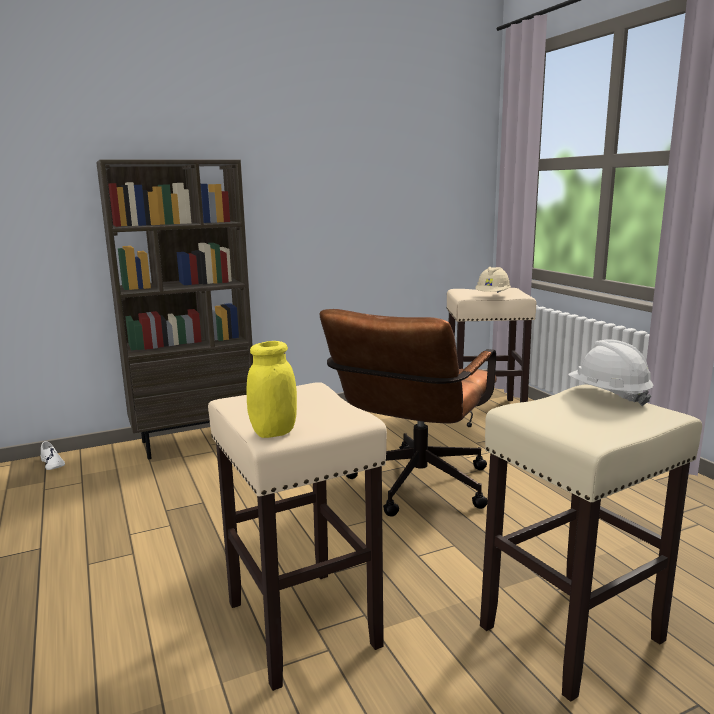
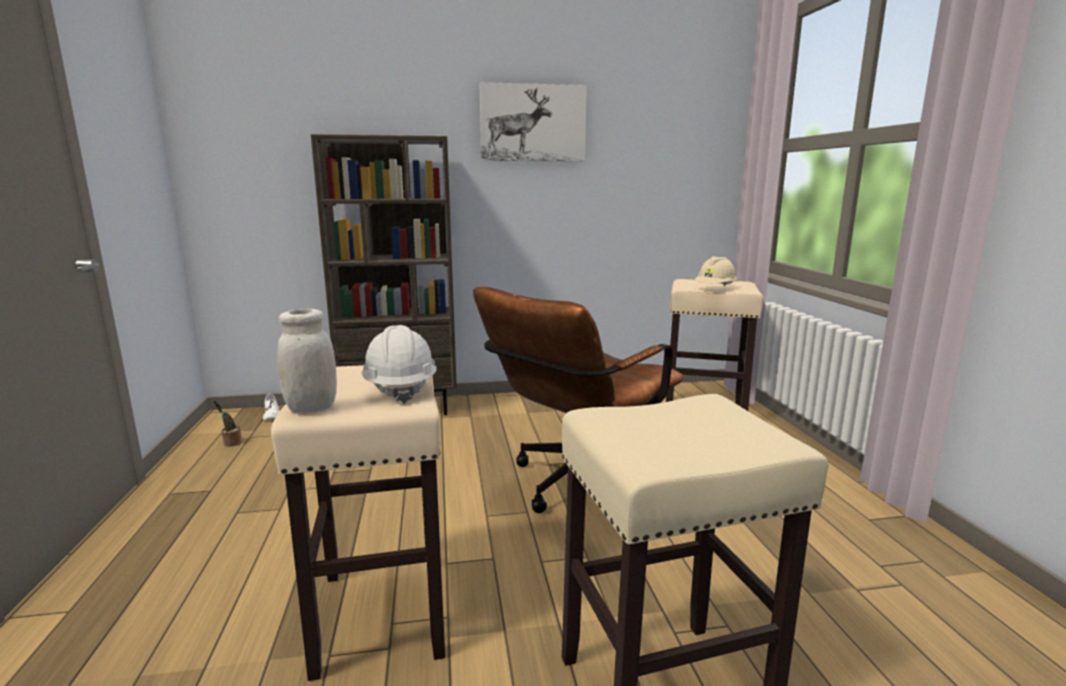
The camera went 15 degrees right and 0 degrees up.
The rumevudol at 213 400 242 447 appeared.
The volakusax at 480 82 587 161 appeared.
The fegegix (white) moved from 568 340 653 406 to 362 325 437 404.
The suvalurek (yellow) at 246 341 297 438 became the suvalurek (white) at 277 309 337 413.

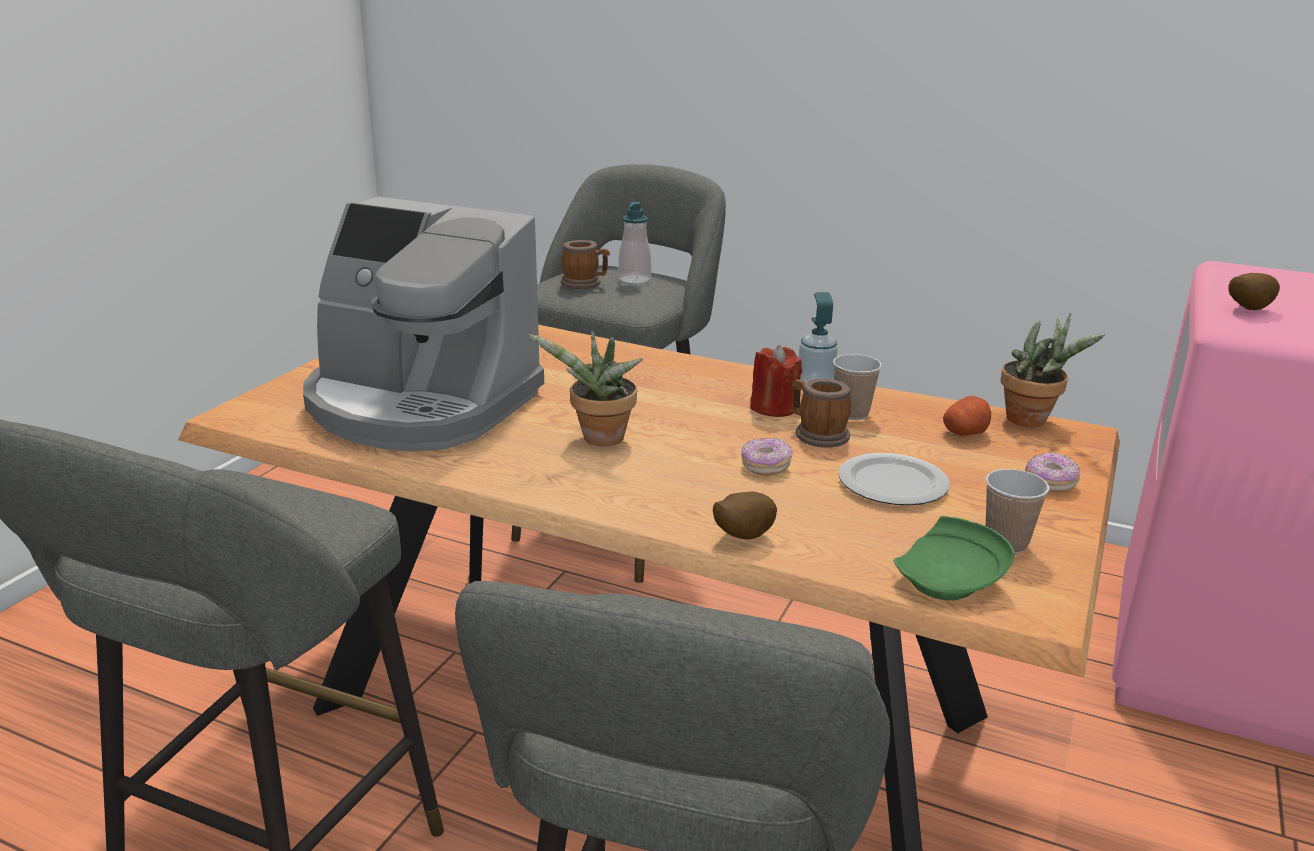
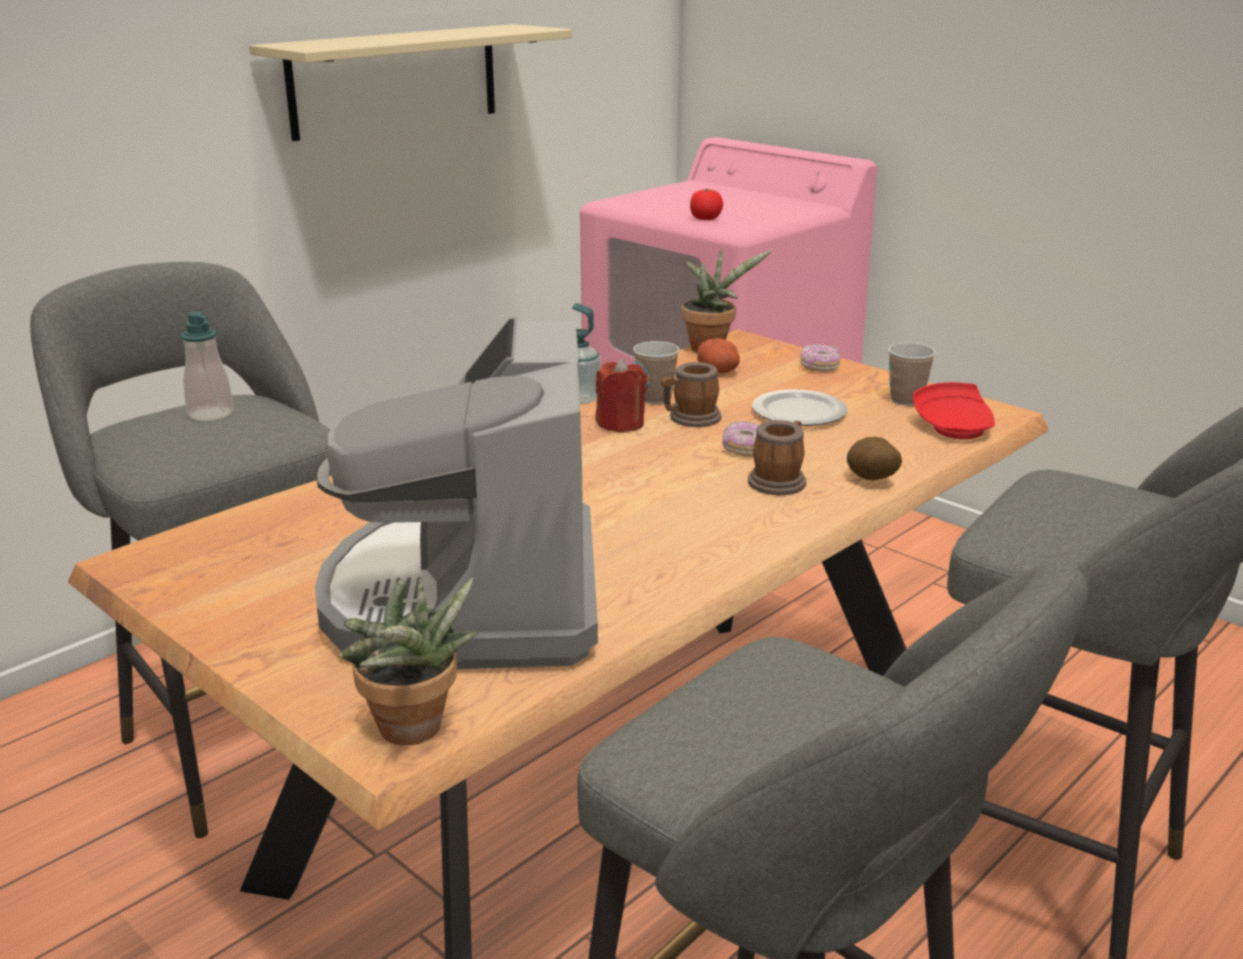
The camera went 70 degrees left and 0 degrees up.
The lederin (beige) at 249 24 572 141 appeared.
The rumevudol moved from 527 331 643 446 to 340 577 478 745.
The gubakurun moved from 561 240 610 289 to 748 420 806 495.
The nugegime at 1228 273 1280 310 was replaced by the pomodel at 690 189 723 220.
The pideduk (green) at 893 516 1015 600 became the pideduk (red) at 913 382 995 439.
The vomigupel at 303 197 544 452 turned 135 degrees clockwise.

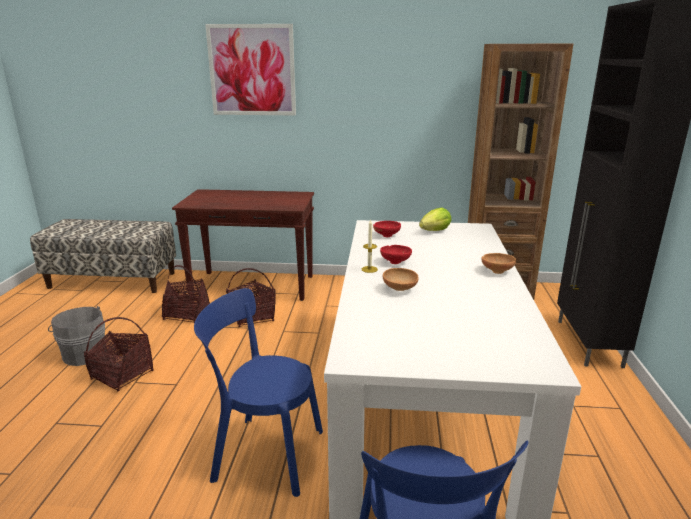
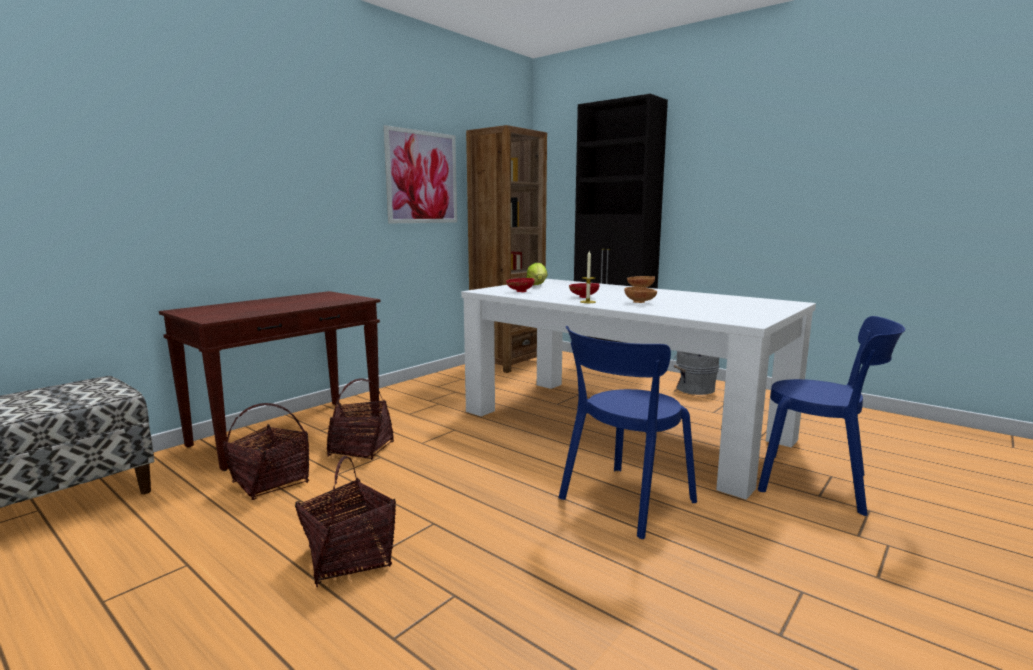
The camera went 55 degrees left and 10 degrees down.
The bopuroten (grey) moved from 48 306 106 366 to 672 351 719 395.
The volakusax moved from 205 24 296 116 to 384 125 457 223.

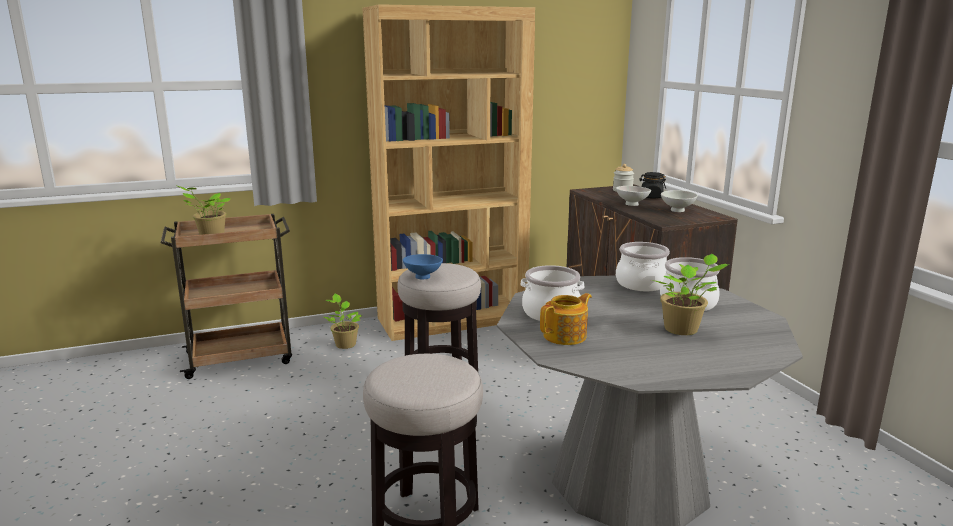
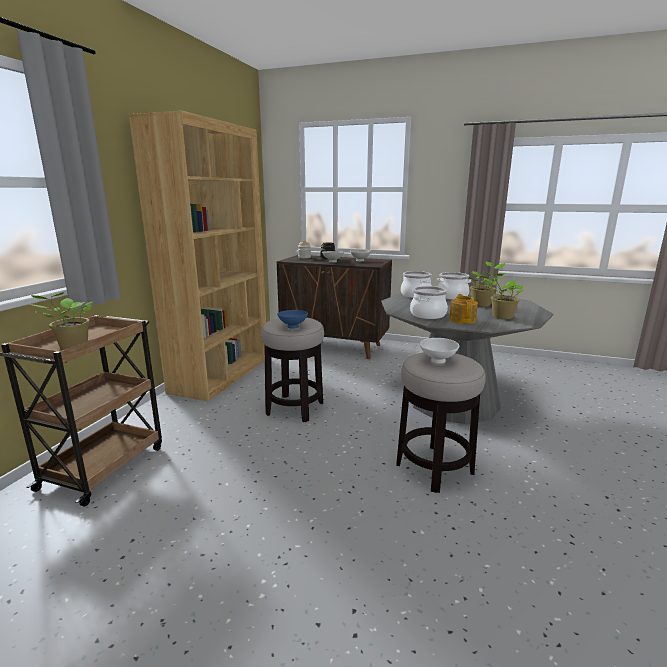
The camera went 50 degrees left and 0 degrees up.
The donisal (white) at 420 338 459 364 appeared.
The rumevudol moved from 324 294 362 349 to 484 271 523 319.

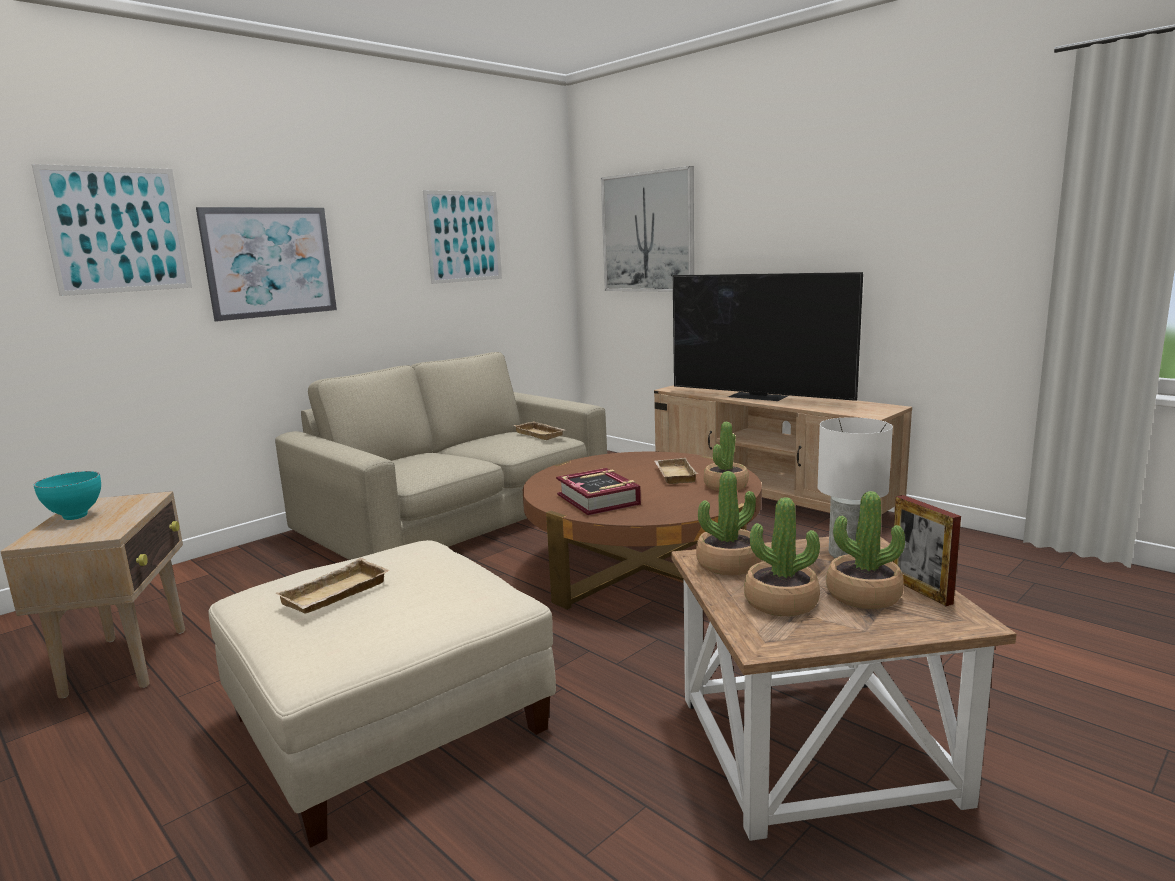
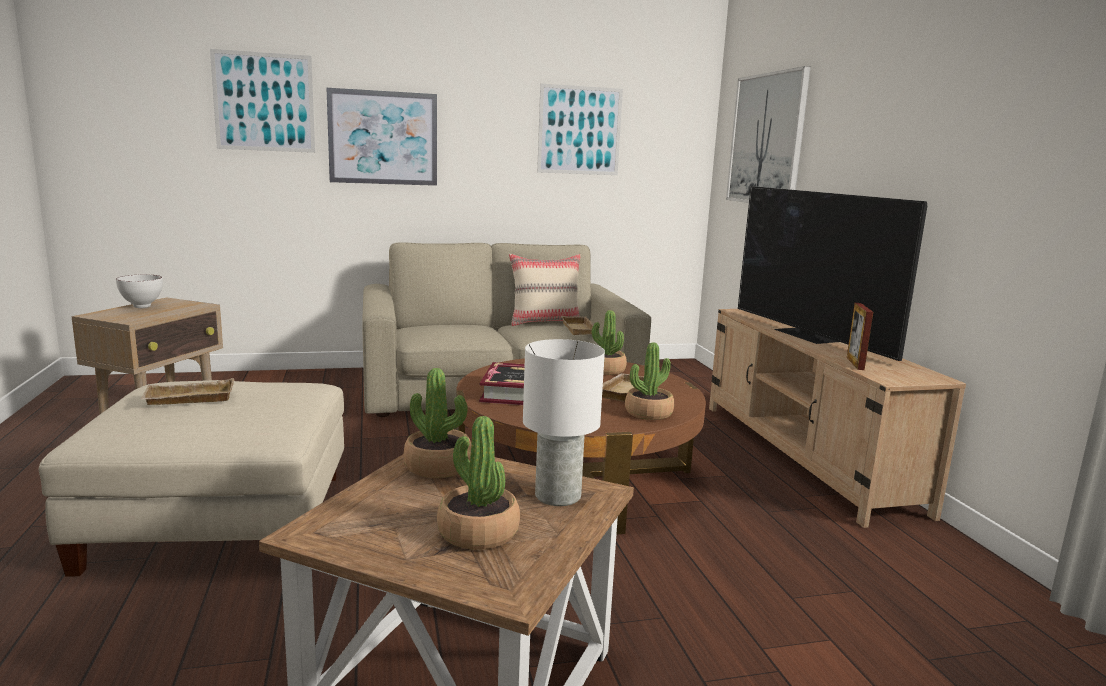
The camera went 30 degrees right and 0 degrees up.
The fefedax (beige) at 509 254 581 326 appeared.
The rumevudol moved from 744 497 820 616 to 592 310 627 375.
The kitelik moved from 892 495 961 606 to 847 303 873 370.
The donisal (turquoise) at 34 471 101 520 became the donisal (white) at 116 275 163 308.

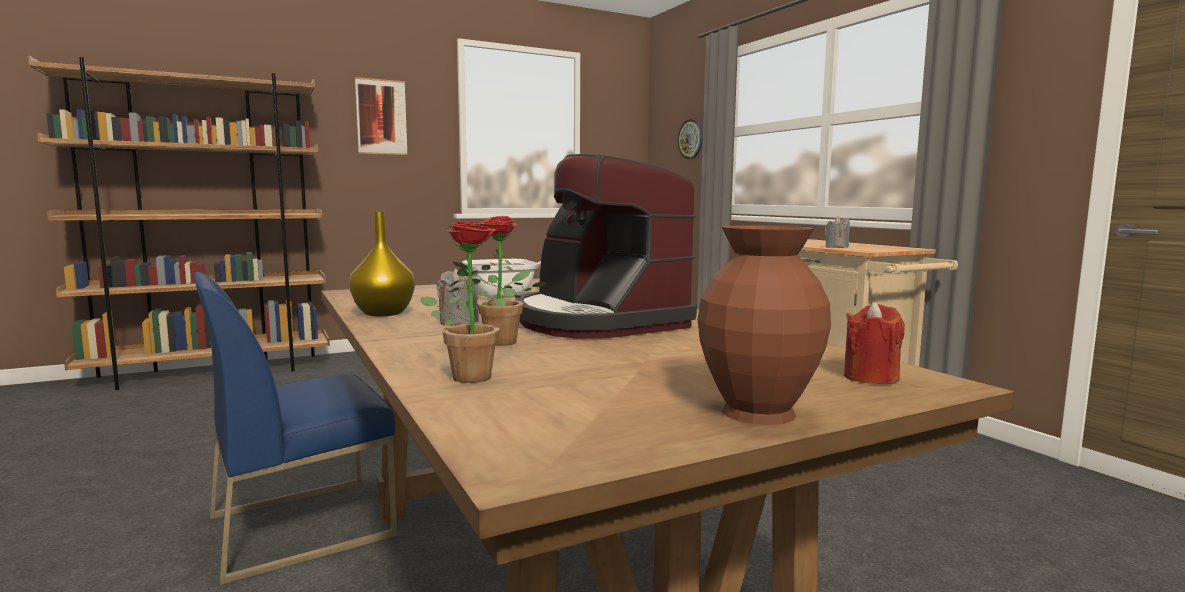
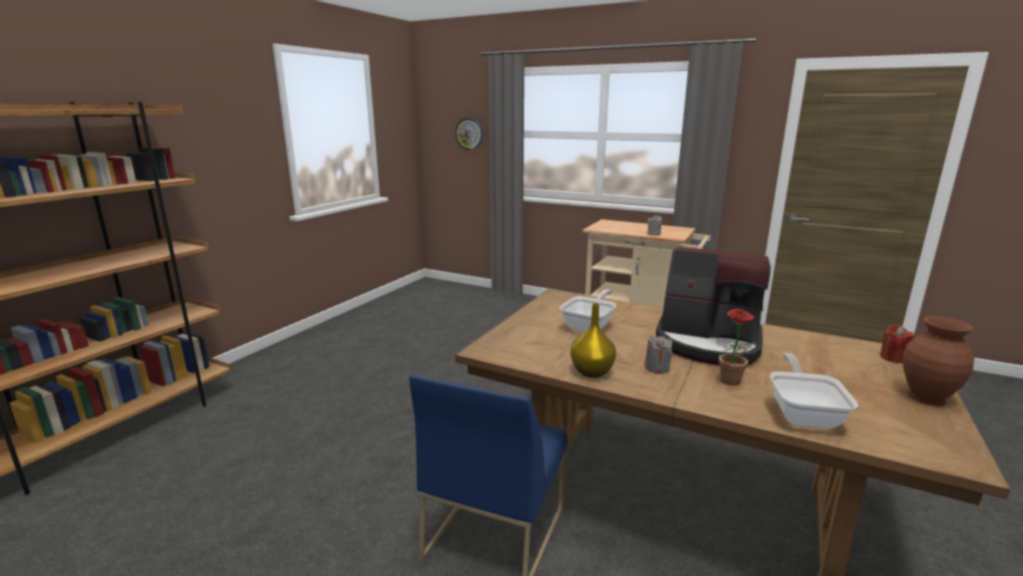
The camera went 35 degrees left and 10 degrees up.
The volakusax at 355 77 408 155 disappeared.
The rumevudol at 421 221 531 383 was replaced by the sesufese at 770 353 858 429.

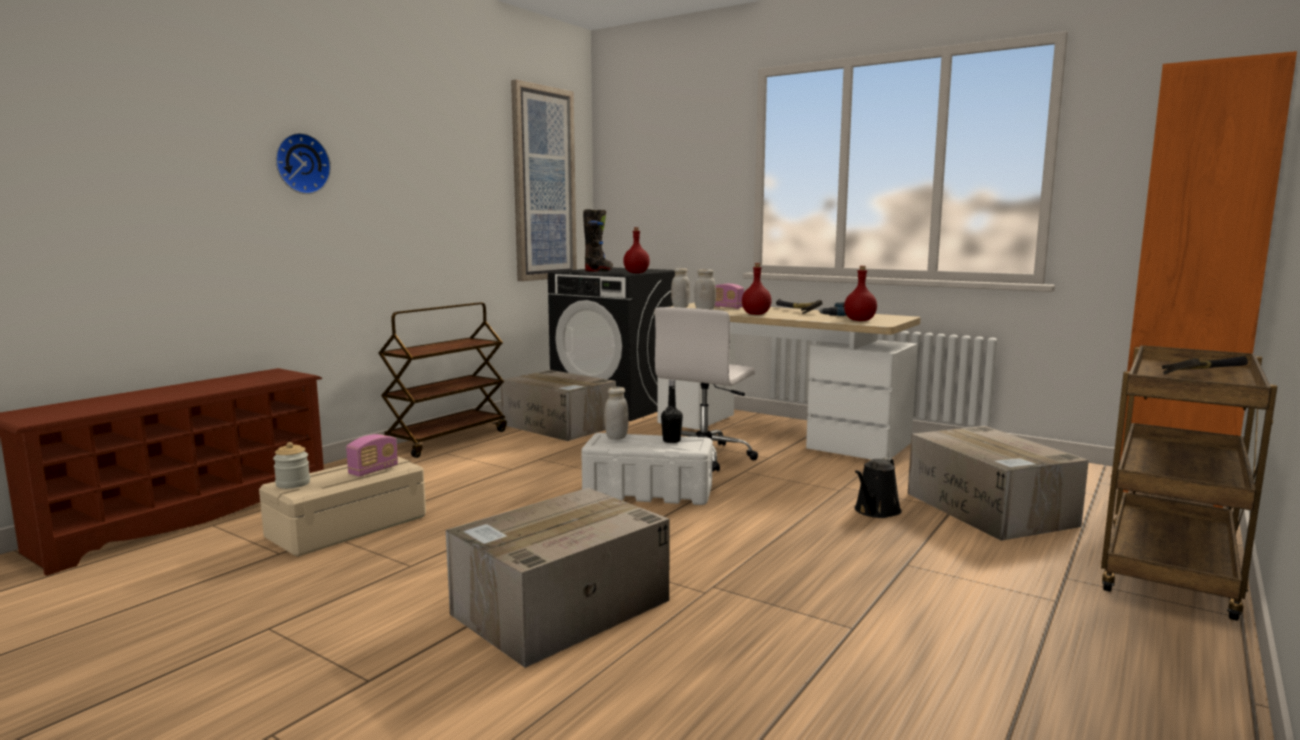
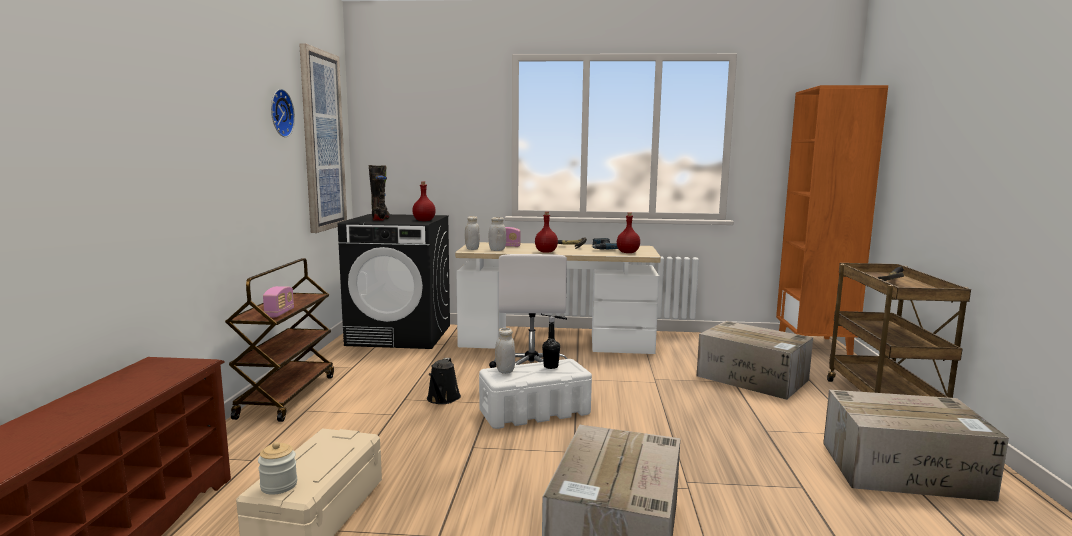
The camera went 30 degrees left and 0 degrees up.
The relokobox moved from 275 133 331 194 to 271 89 295 137.
The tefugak moved from 346 434 398 477 to 263 286 294 317.
The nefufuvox moved from 501 370 616 441 to 823 390 1009 502.
The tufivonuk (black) moved from 854 458 902 518 to 427 358 461 404.

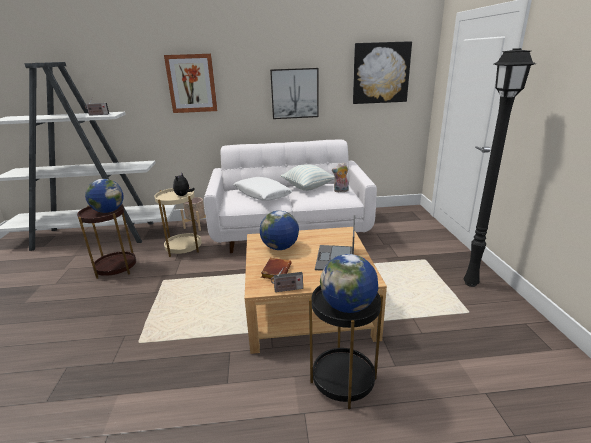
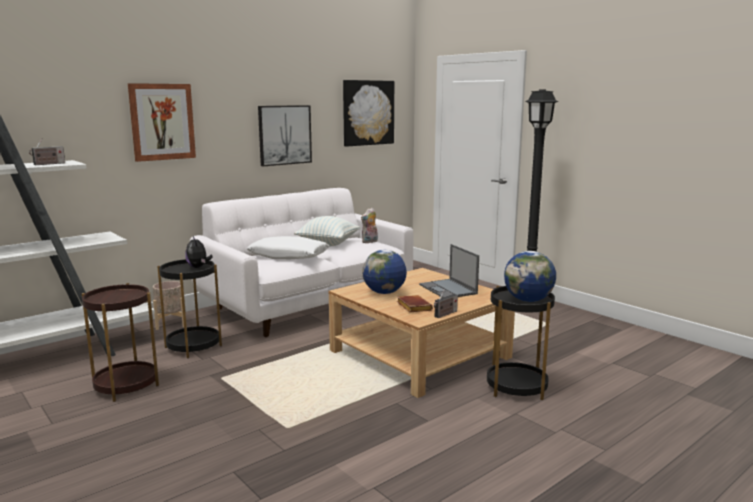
The camera went 35 degrees left and 10 degrees down.
The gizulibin at 85 179 124 213 disappeared.
The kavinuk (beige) at 154 187 202 257 became the kavinuk (black) at 157 259 222 358.

